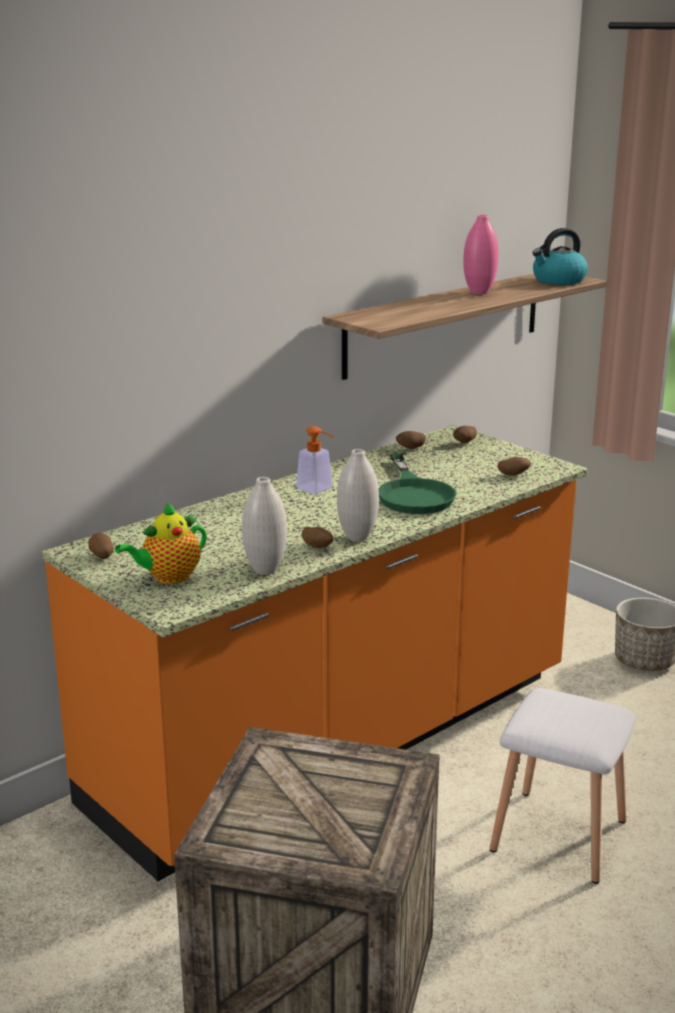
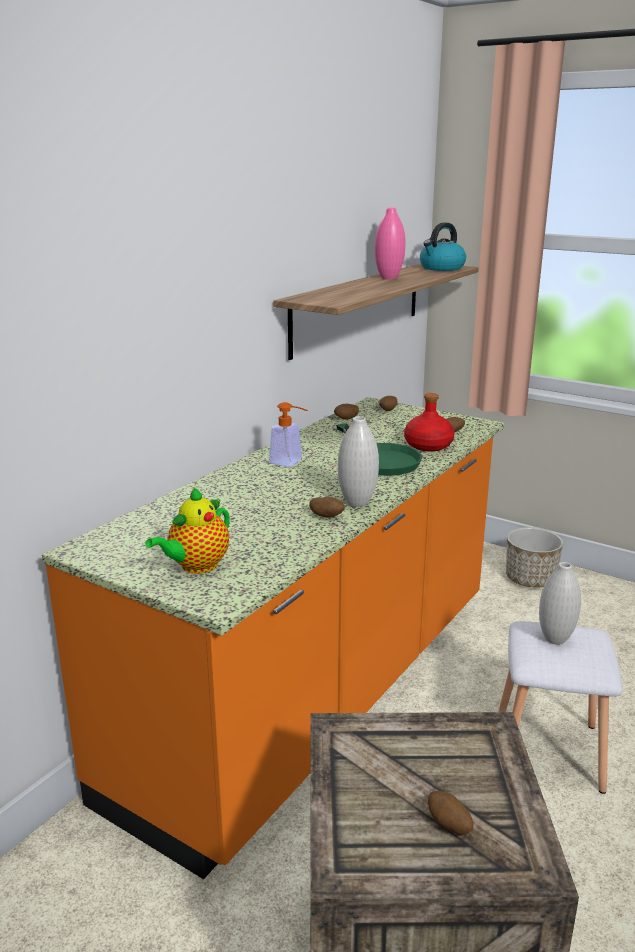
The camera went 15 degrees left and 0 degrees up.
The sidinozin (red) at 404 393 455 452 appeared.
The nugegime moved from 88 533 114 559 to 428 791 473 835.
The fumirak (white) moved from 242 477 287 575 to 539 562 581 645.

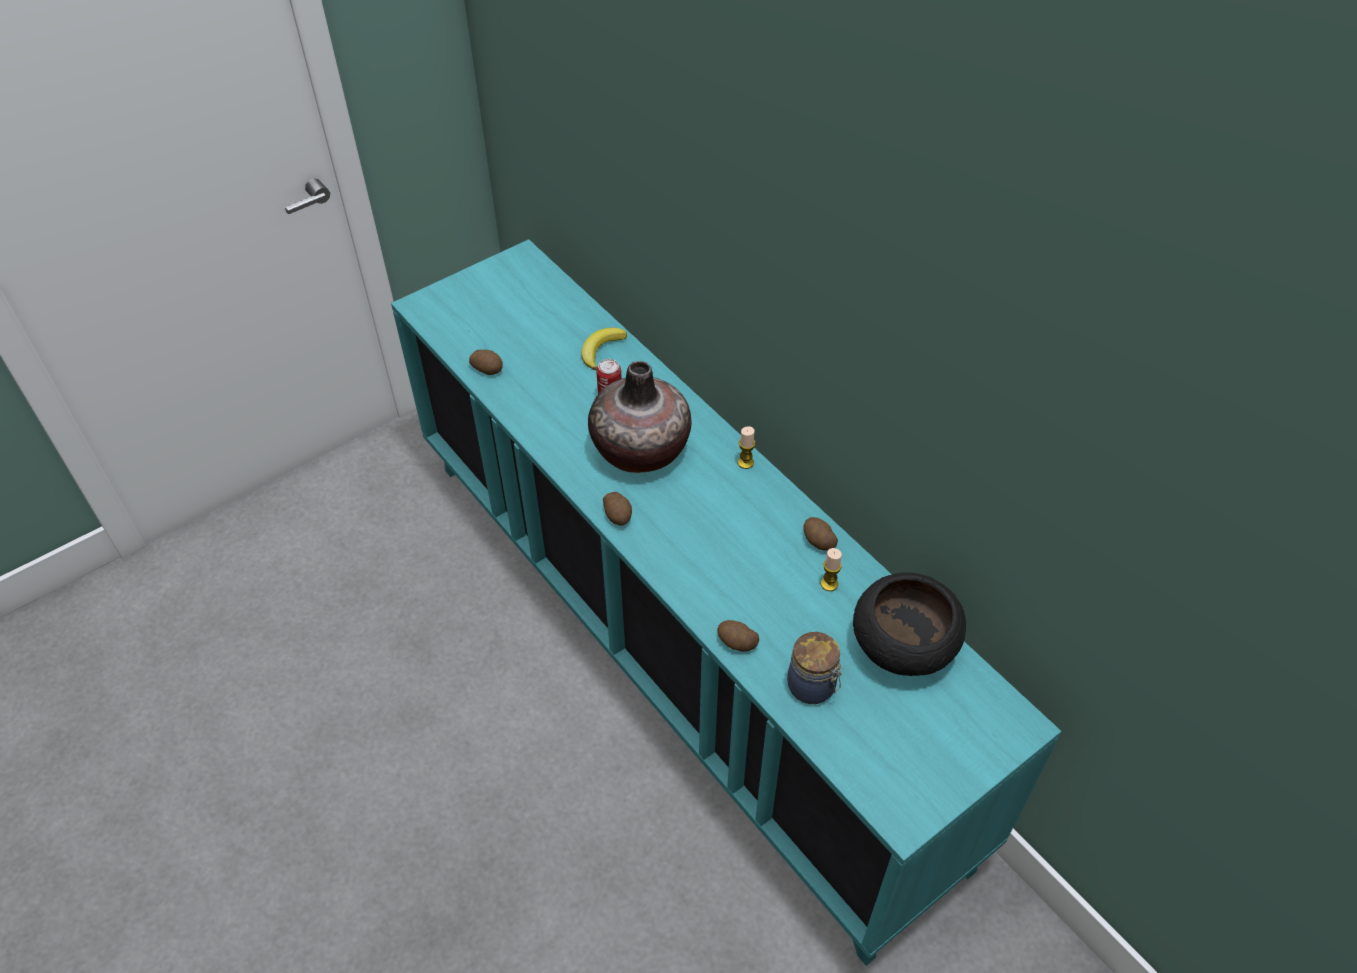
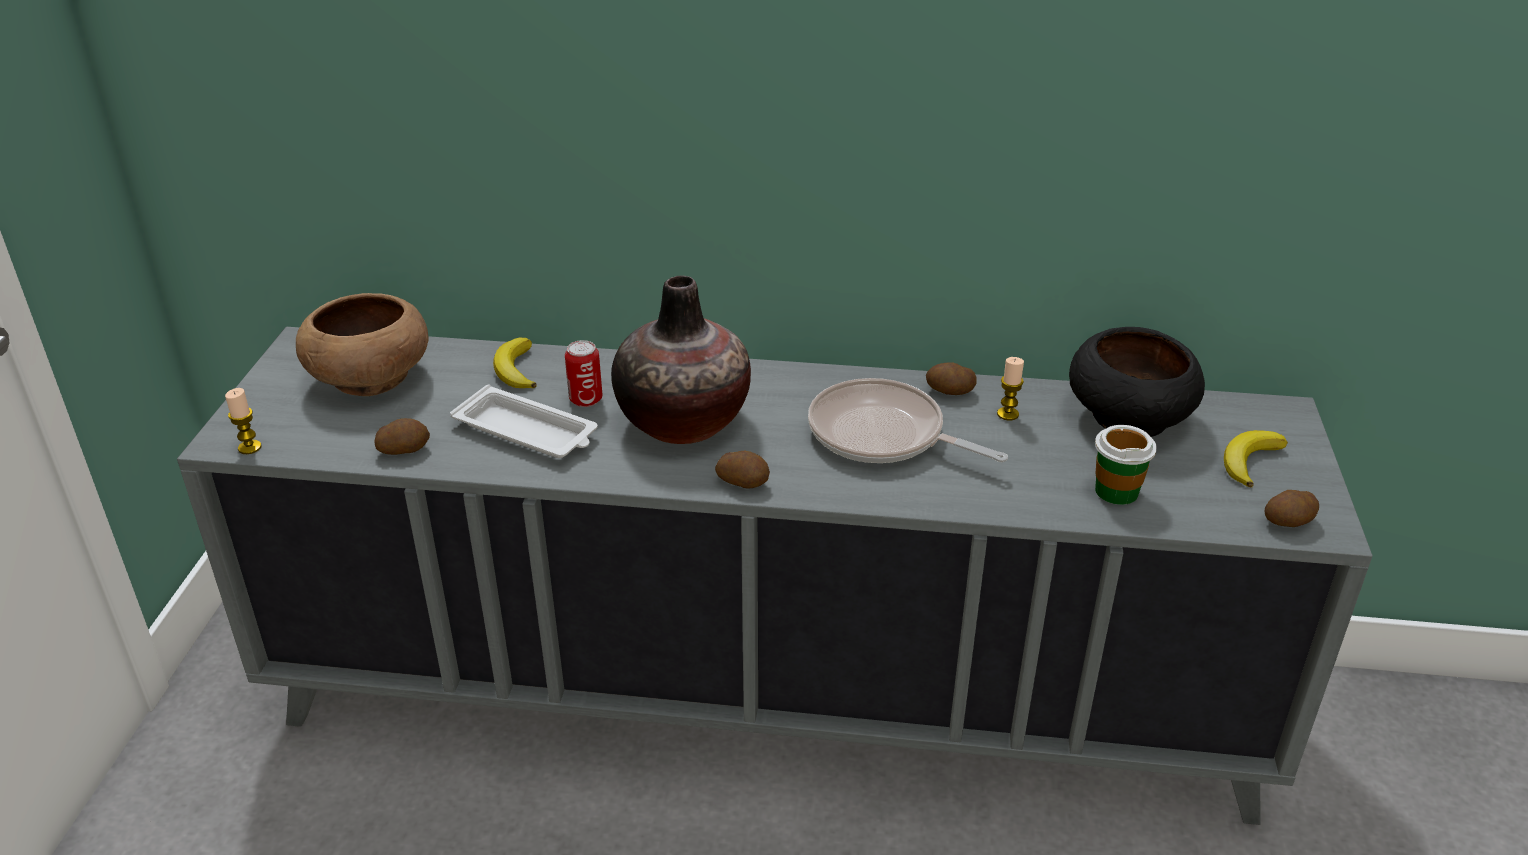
The camera went 45 degrees left and 15 degrees down.
The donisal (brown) at 296 293 429 396 appeared.
The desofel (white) at 450 384 598 458 appeared.
The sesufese at 808 378 1008 463 appeared.
The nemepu at 1224 430 1288 488 appeared.
The nugegime moved from 717 620 759 652 to 1265 490 1319 527.
The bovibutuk moved from 738 426 755 469 to 225 388 261 454.
The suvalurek at 787 632 842 704 was replaced by the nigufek at 1095 425 1157 505.
The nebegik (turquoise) at 391 239 1061 966 became the nebegik (grey) at 177 327 1372 825.

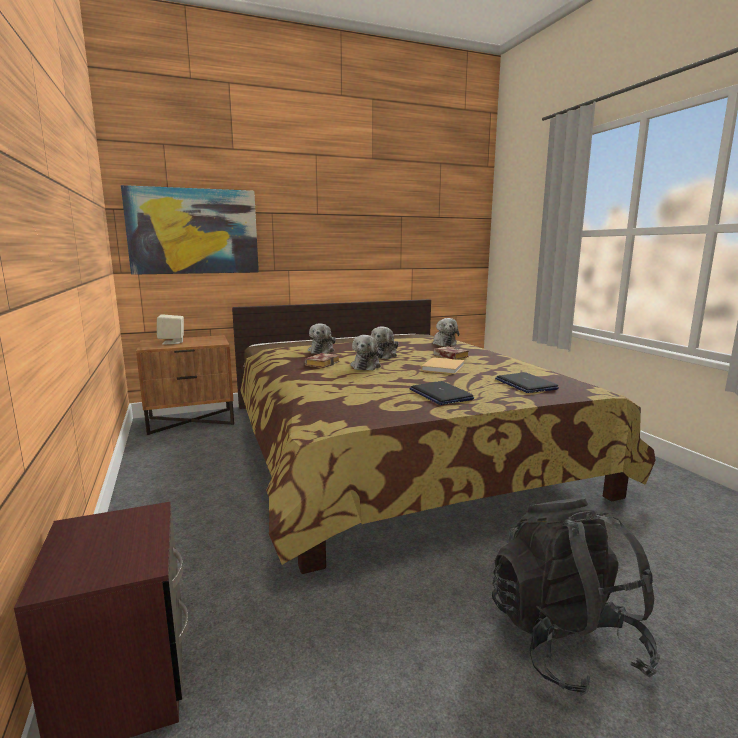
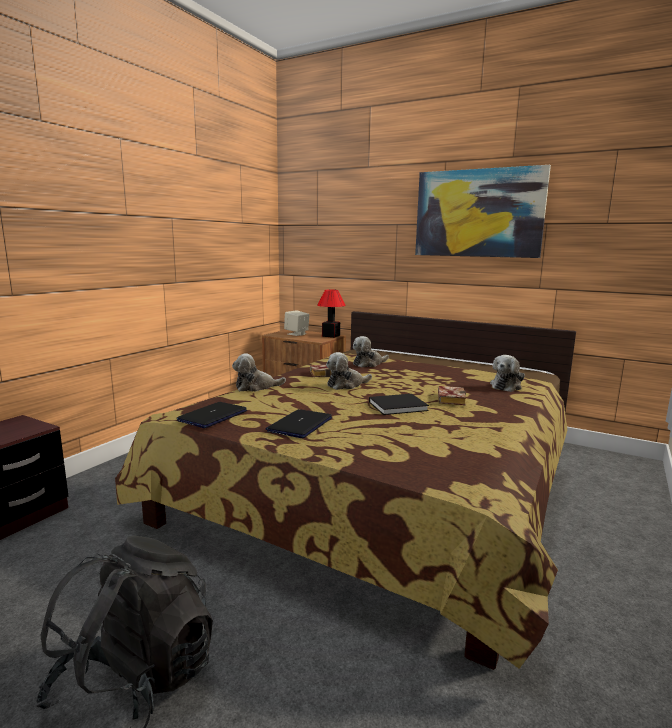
The camera went 50 degrees right and 0 degrees up.
The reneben at 317 289 346 338 appeared.
The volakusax moved from 121 185 259 275 to 415 165 551 258.
The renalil moved from 371 326 399 359 to 232 353 286 392.
The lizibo moved from 495 372 559 393 to 177 402 247 428.
The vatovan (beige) at 421 357 465 374 became the vatovan (black) at 369 394 429 415.

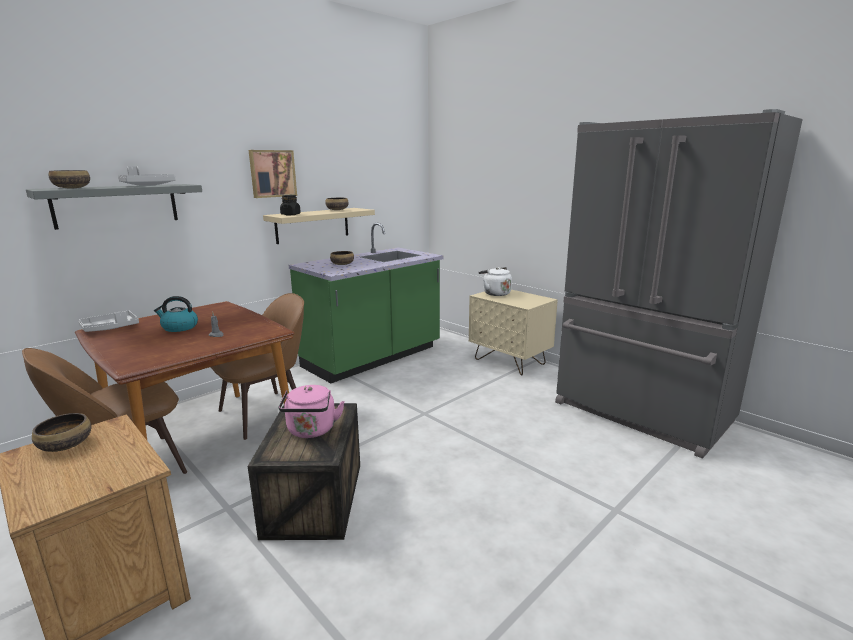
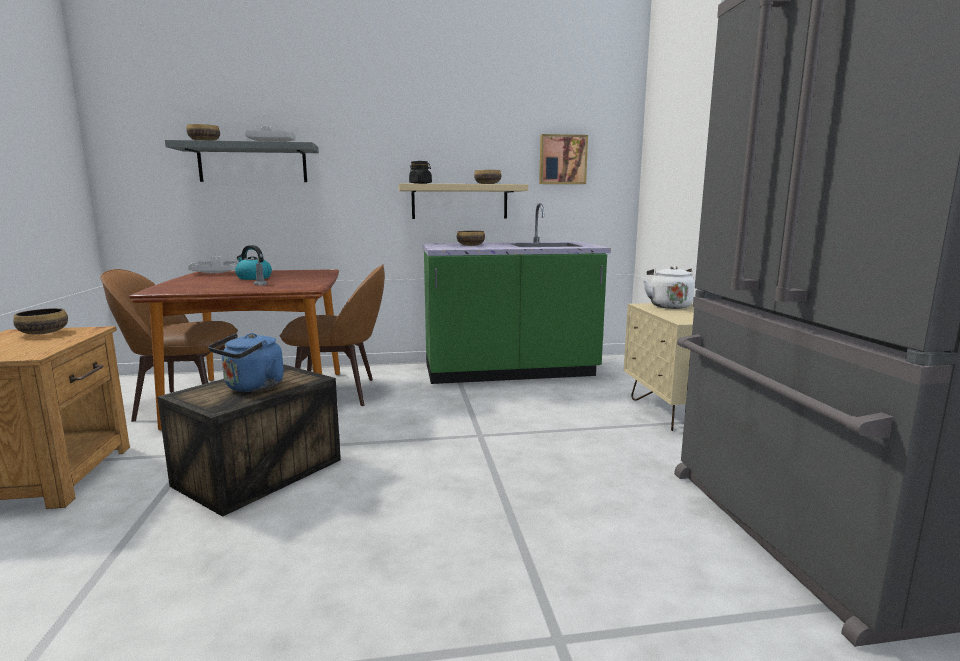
The camera went 35 degrees right and 5 degrees down.
The volakusax moved from 249 150 297 198 to 539 134 588 184.
The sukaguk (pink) at 279 385 345 438 became the sukaguk (blue) at 208 333 284 392.

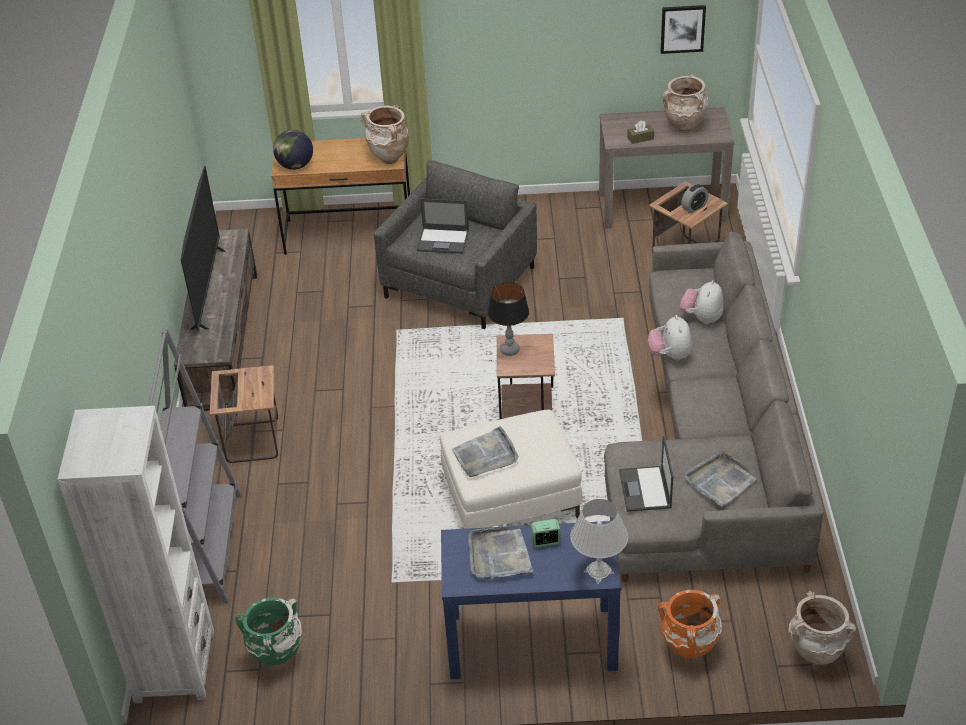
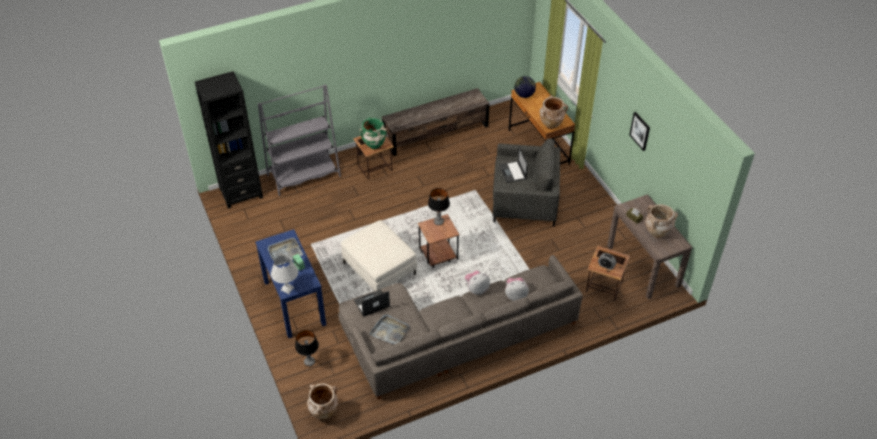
The camera went 65 degrees right and 5 degrees up.
The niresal at 181 166 226 331 disappeared.
The desofel (grey) at 452 426 519 477 disappeared.
The fumirak (green) moved from 236 597 302 665 to 359 117 387 149.
The volakusax moved from 660 5 706 54 to 629 112 650 151.
The fumirak (orange) at 658 590 722 658 was replaced by the reneben at 295 330 319 366.
The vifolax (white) at 58 406 214 703 became the vifolax (black) at 195 71 263 209.

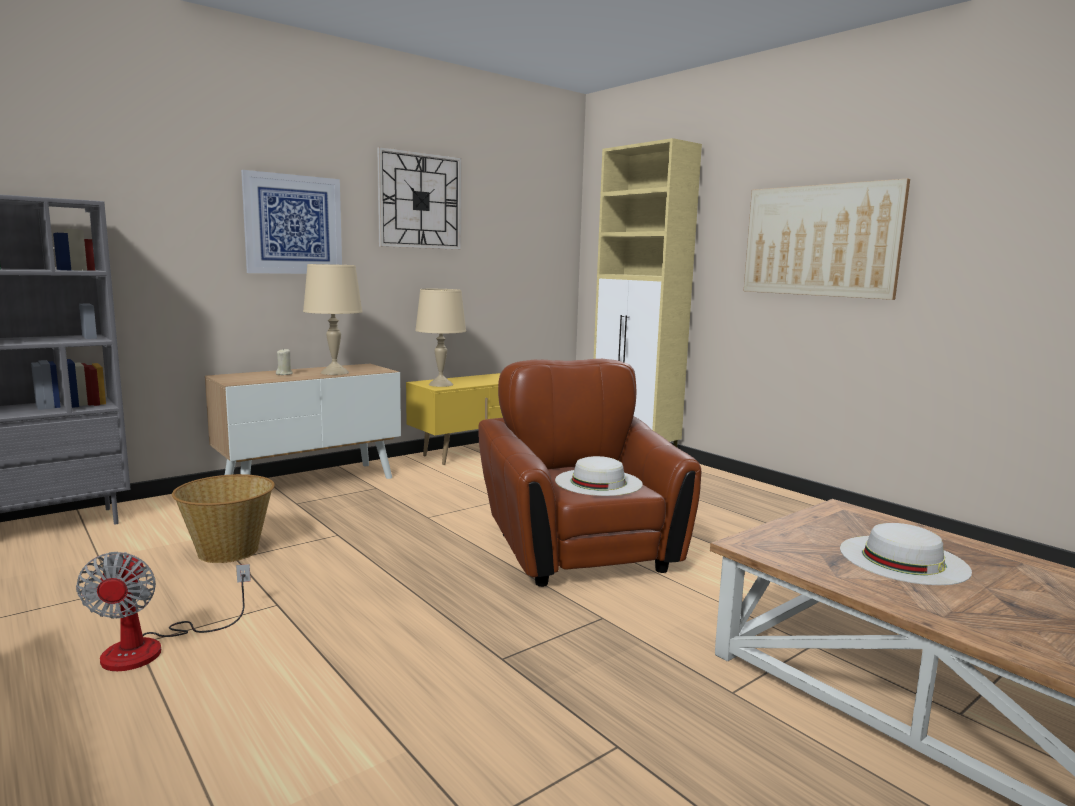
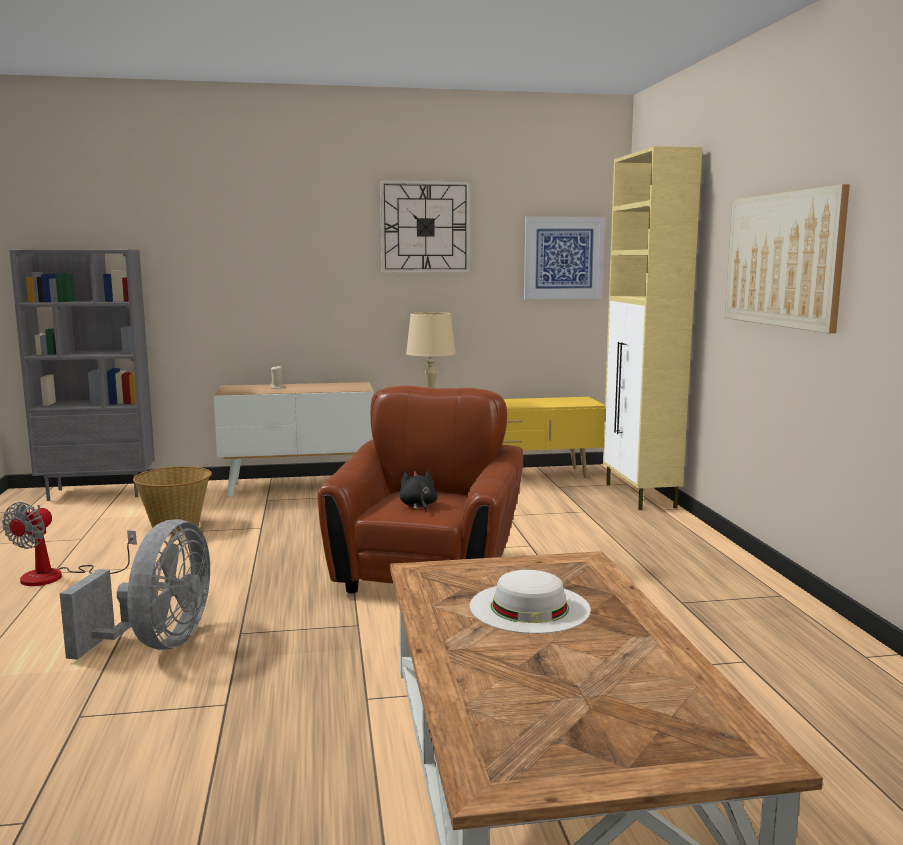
The camera went 30 degrees right and 0 degrees up.
The reneben (beige) at 303 264 363 375 disappeared.
The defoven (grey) at 60 519 210 660 appeared.
The volakusax moved from 241 170 342 274 to 524 217 605 299.
The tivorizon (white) at 555 456 643 496 was replaced by the renalil (black) at 400 471 437 512.

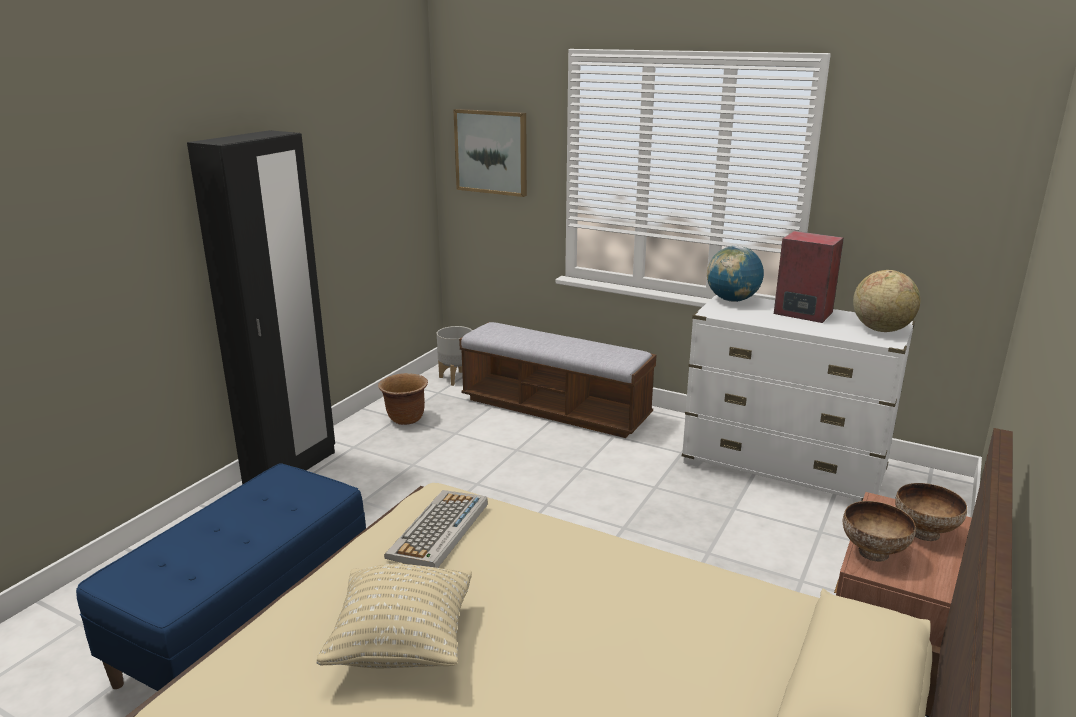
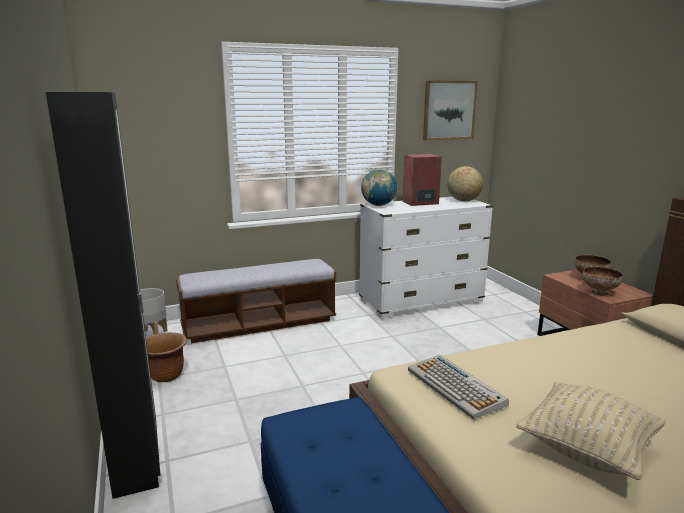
The camera went 50 degrees left and 5 degrees down.
The volakusax moved from 453 109 527 197 to 423 80 478 141.

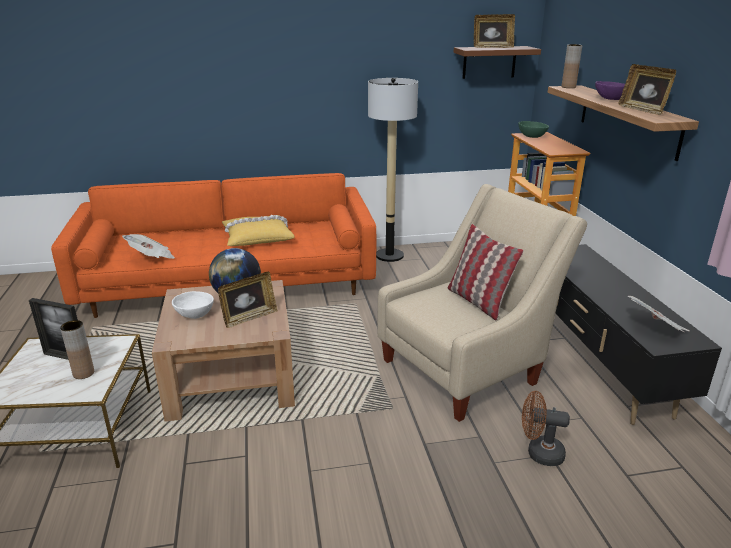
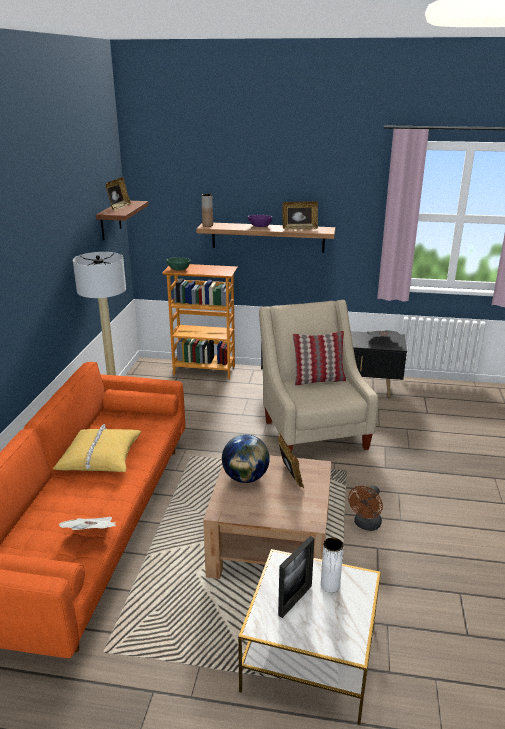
The camera went 70 degrees left and 0 degrees up.
The donisal (white) at 172 291 214 319 disappeared.
The defoven (brown) moved from 522 391 570 466 to 348 485 383 531.
The fumirak (brown) at 60 320 94 379 became the fumirak (white) at 321 537 344 593.

